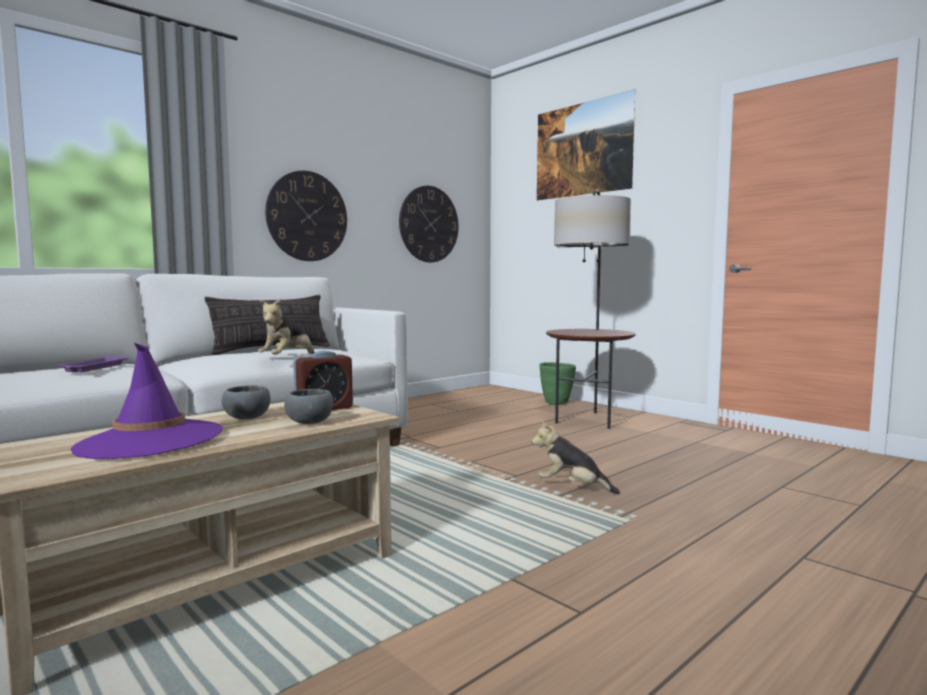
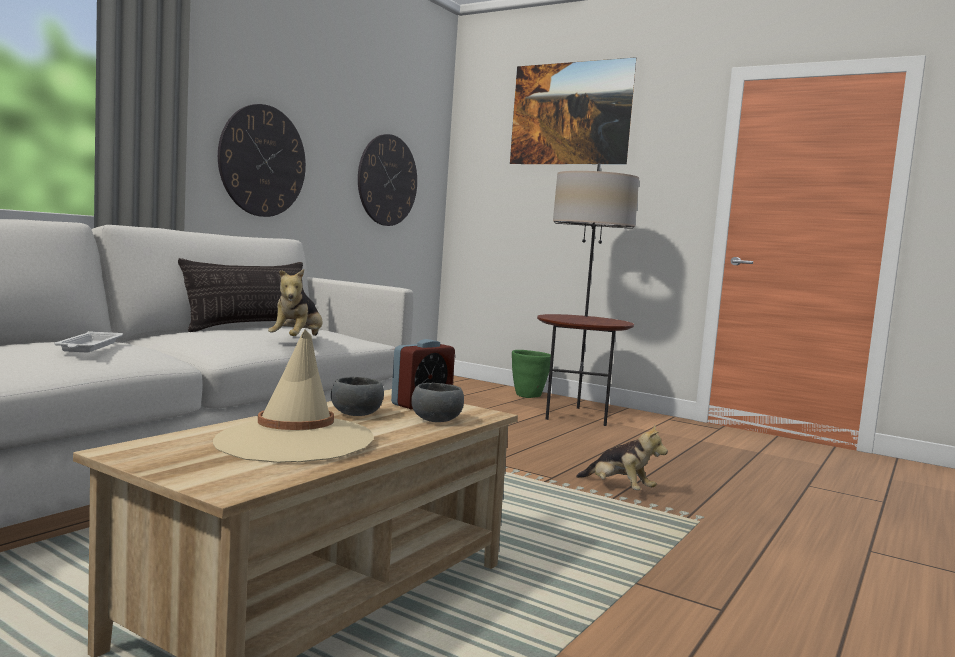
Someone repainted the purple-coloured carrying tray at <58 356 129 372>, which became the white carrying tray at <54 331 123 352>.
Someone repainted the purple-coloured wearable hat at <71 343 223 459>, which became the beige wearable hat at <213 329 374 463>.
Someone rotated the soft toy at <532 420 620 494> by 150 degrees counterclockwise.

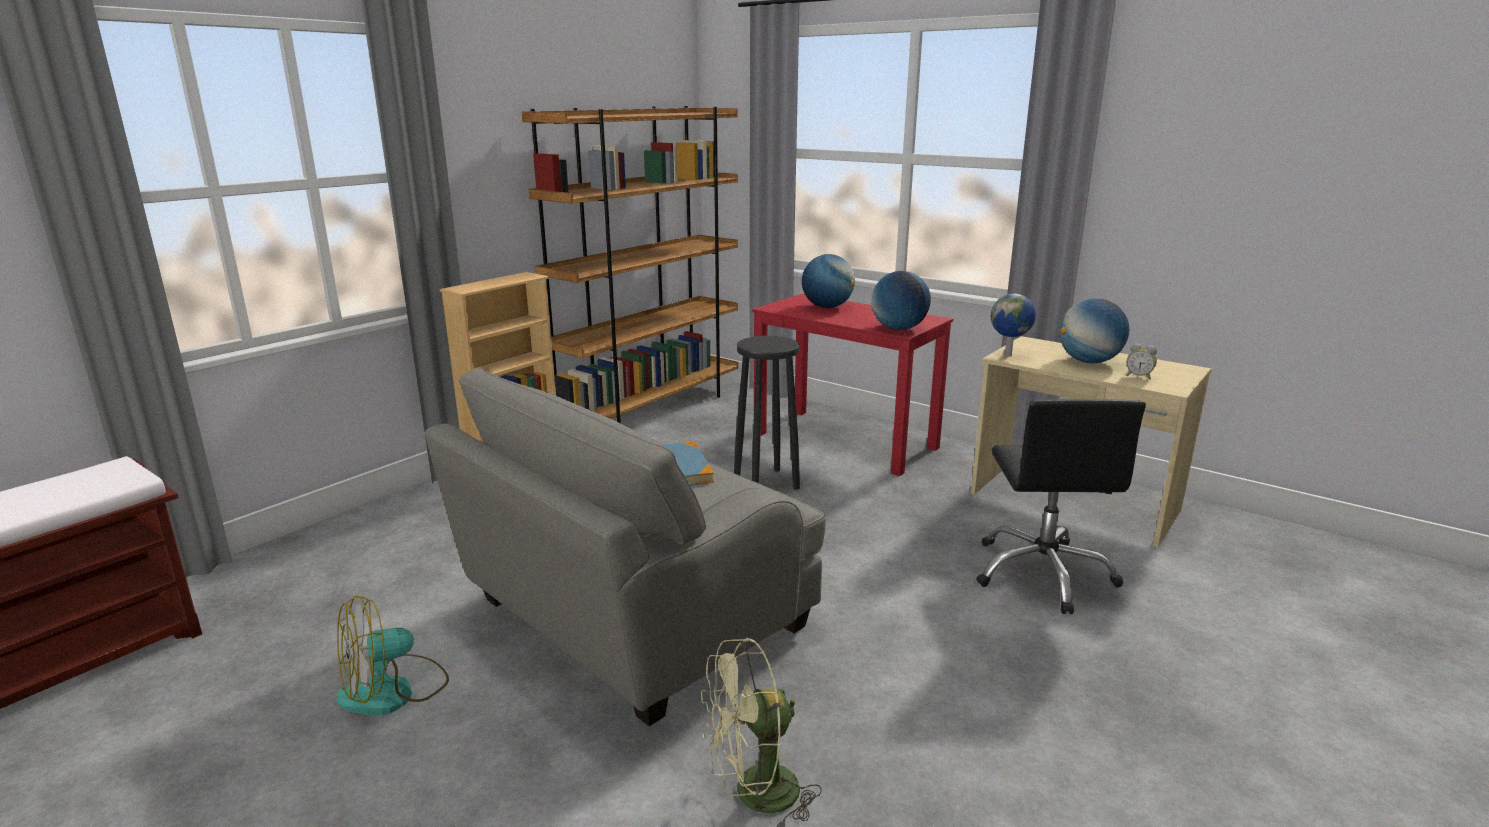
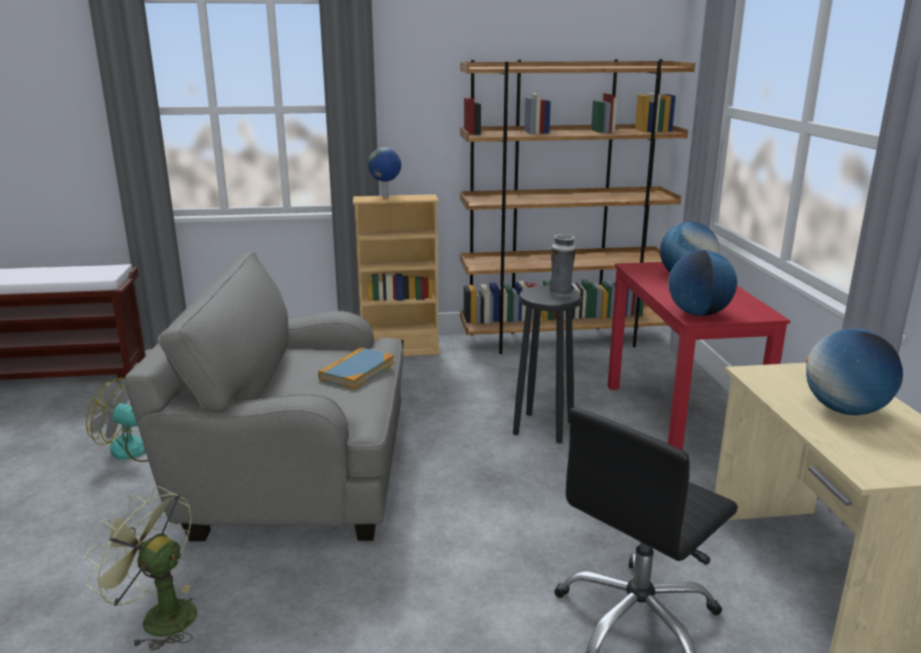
Someone carried the world globe from <991 294 1036 357> to <368 147 401 197>.
Someone put down the flower vase at <549 234 576 298>.
Someone took away the bedside clock at <1126 343 1157 380>.

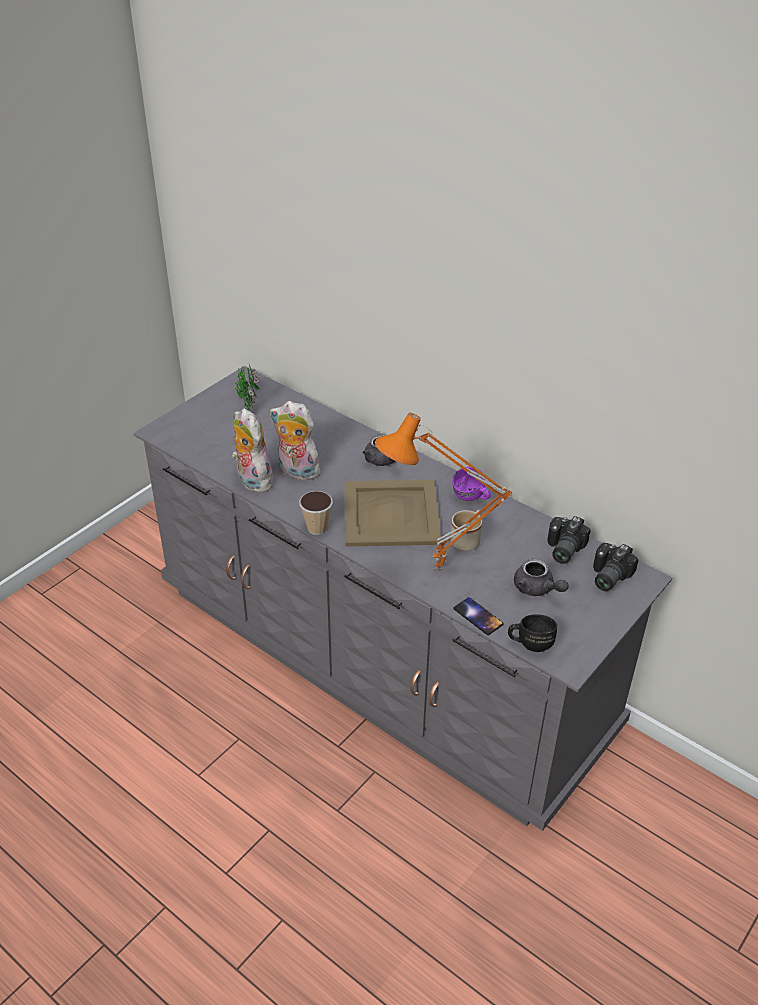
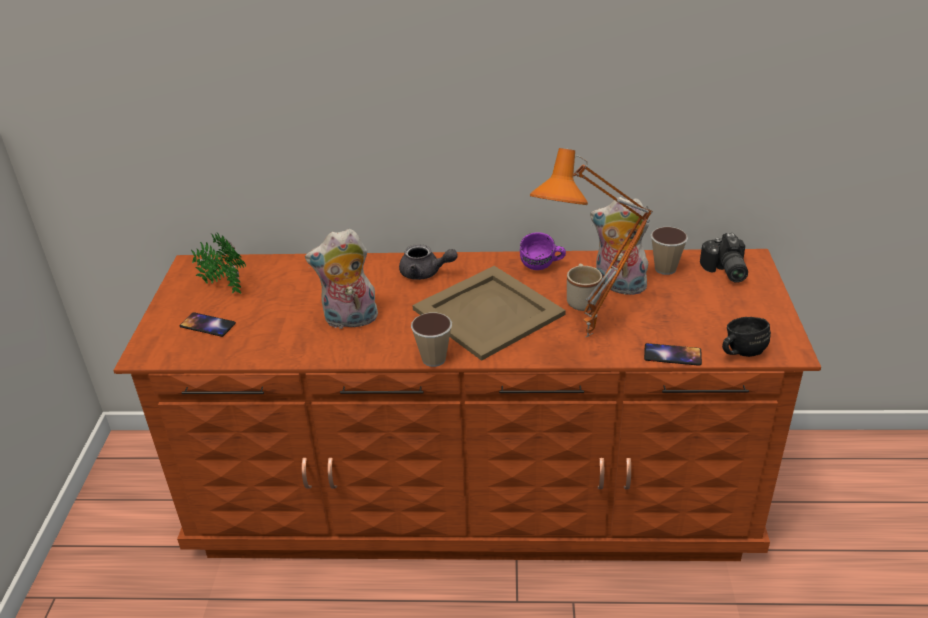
Someone repainted the grey drawer chest at <134 366 672 831>, which became the brownish drawer chest at <113 249 821 561>.
Someone put down the phone at <180 312 236 337>.
Someone carried the soft toy from <231 408 275 493> to <590 197 652 295>.
Someone swapped the photo camera at <547 516 591 564> for the cup at <651 227 688 275>.
Someone took away the grey pot for tea at <514 559 569 596>.

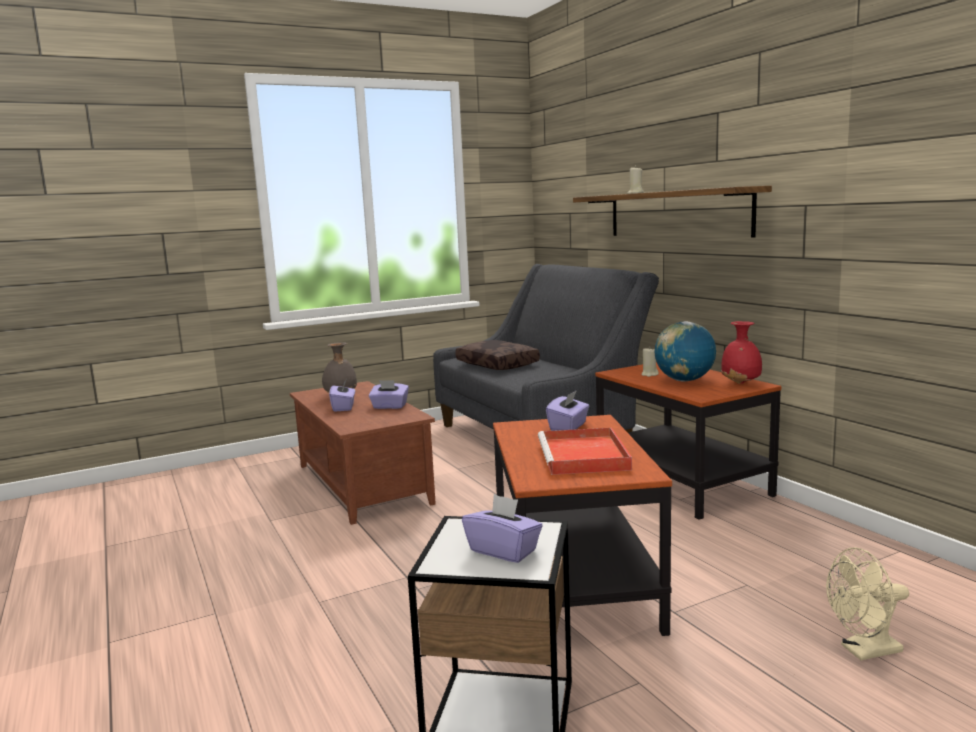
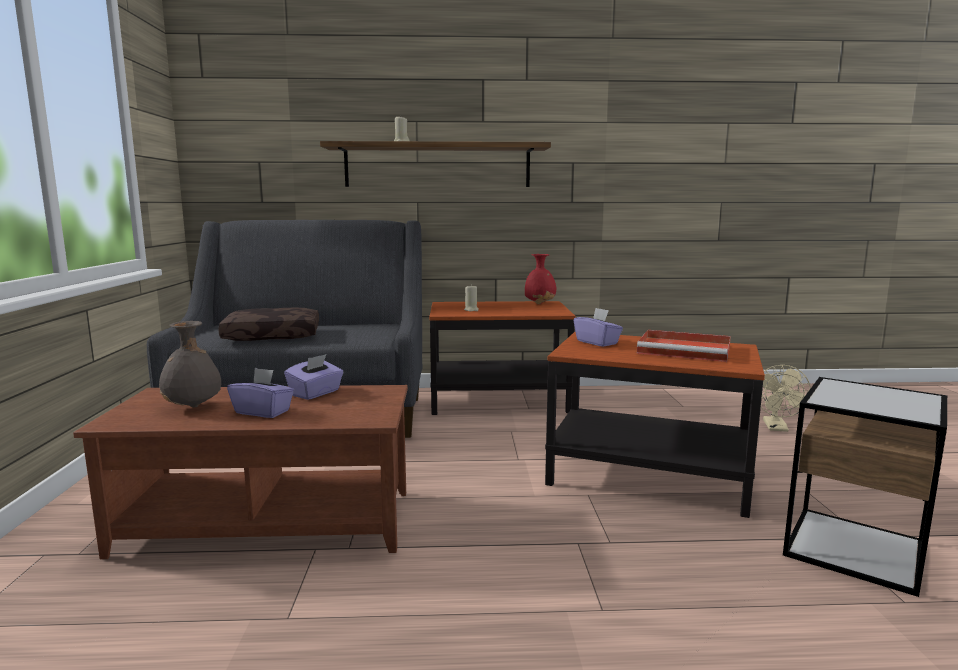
Someone took away the purple-coloured tissue holder at <462 494 543 563>.
Someone took away the world globe at <654 321 716 382>.

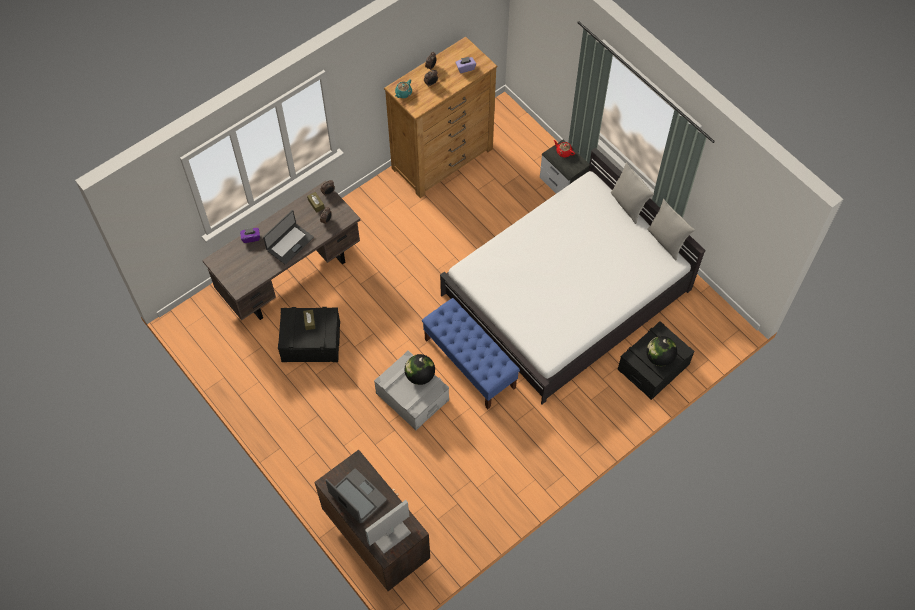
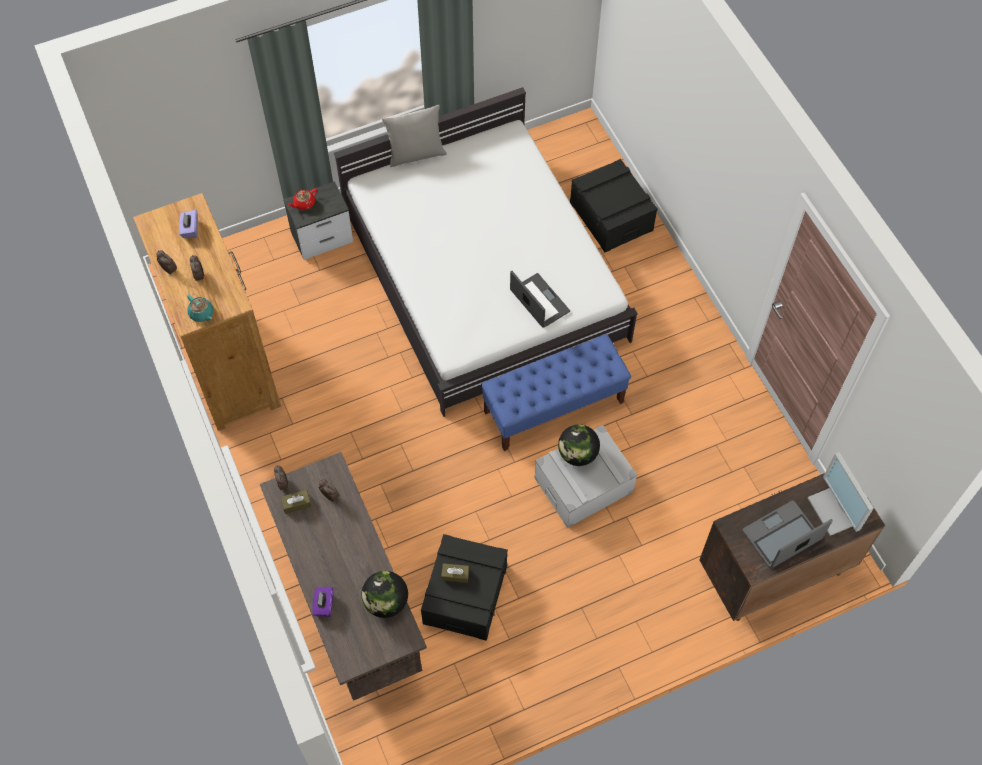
Someone carried the world globe from <646 336 677 366> to <362 571 408 618>.
Someone carried the notebook computer from <263 210 314 265> to <510 271 570 328>.
Someone took away the grey throw pillow at <647 199 695 260>.

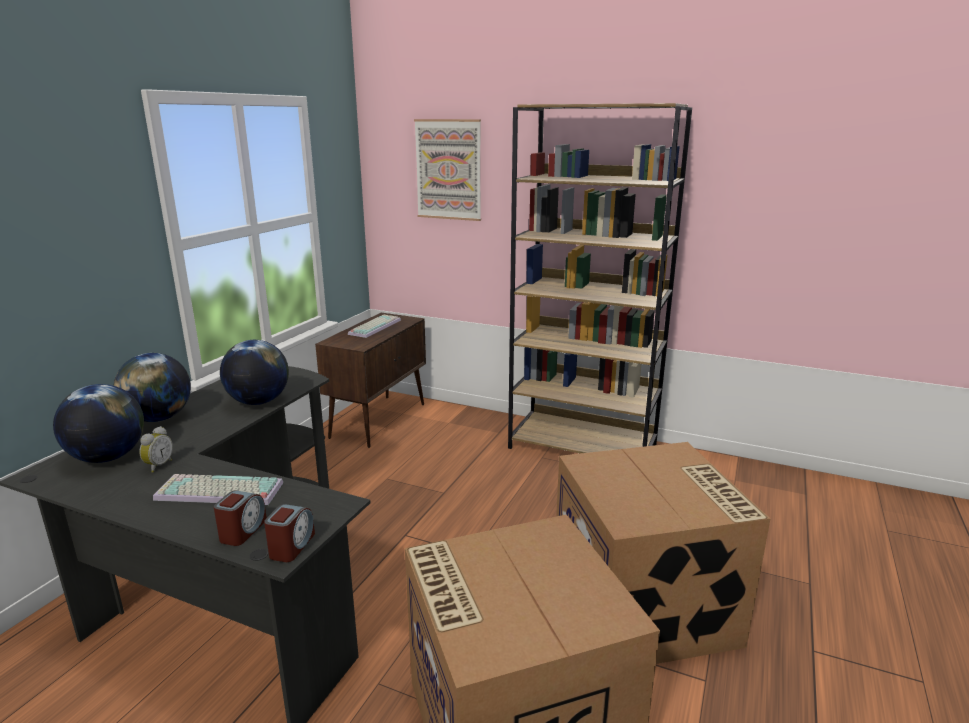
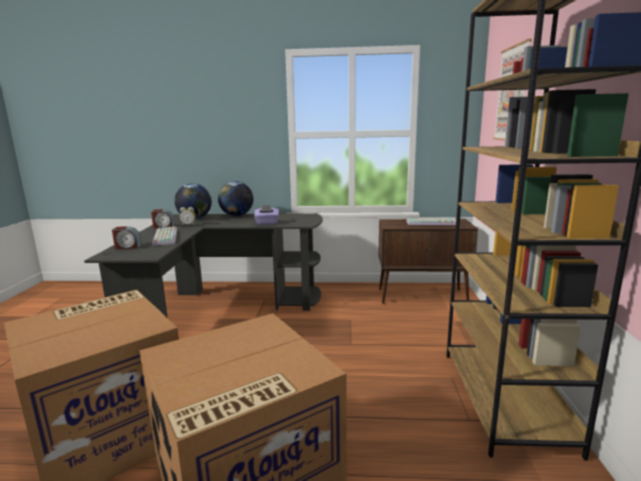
Someone carried the bedside clock from <264 504 315 562> to <151 209 175 228>.
Someone swapped the world globe at <220 340 289 405> for the purple-coloured tissue holder at <254 205 279 225>.

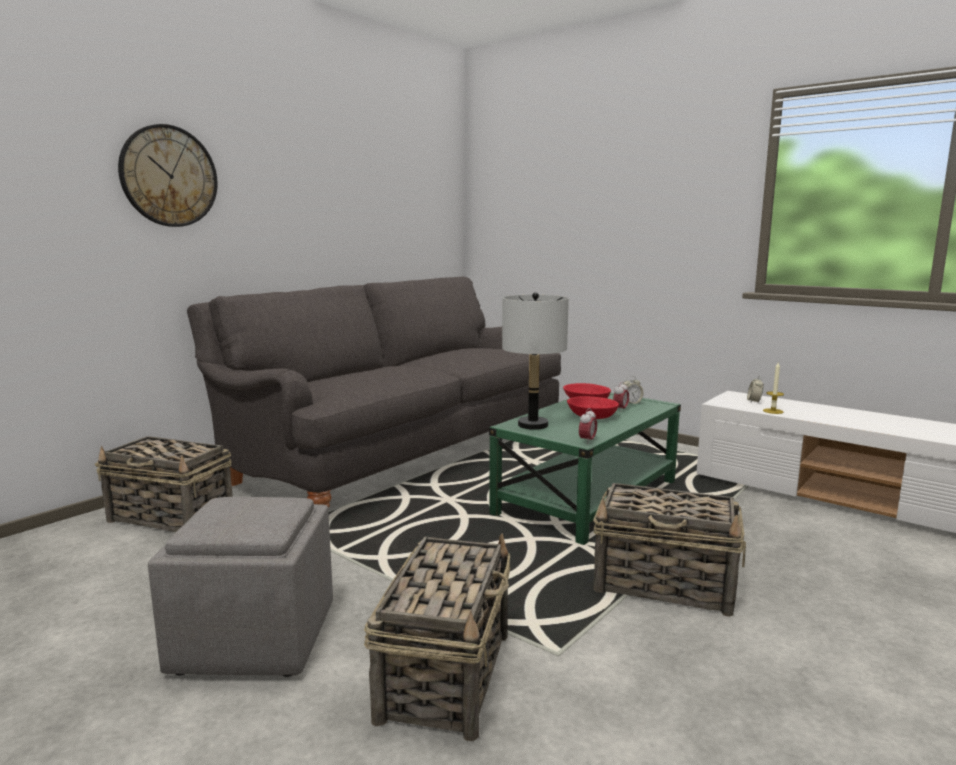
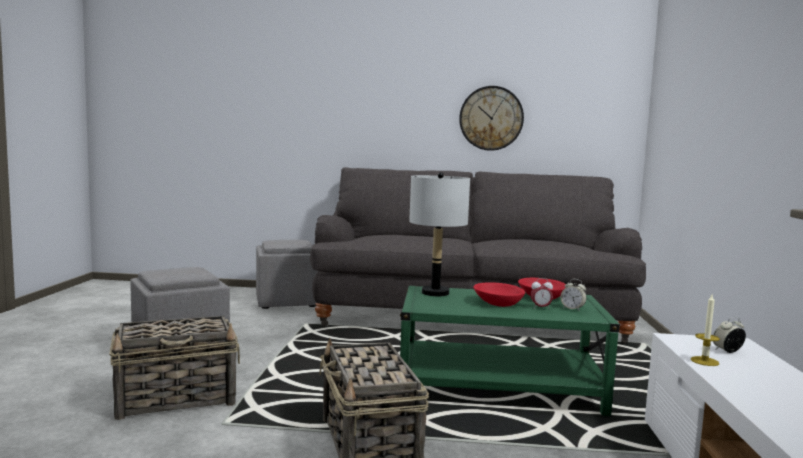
Someone swapped the storage basket at <95 436 233 532> for the grey ottoman at <256 240 319 309>.
Someone carried the hanging clock from <118 124 218 227> to <459 86 524 151>.
Someone took away the bedside clock at <579 408 597 441>.

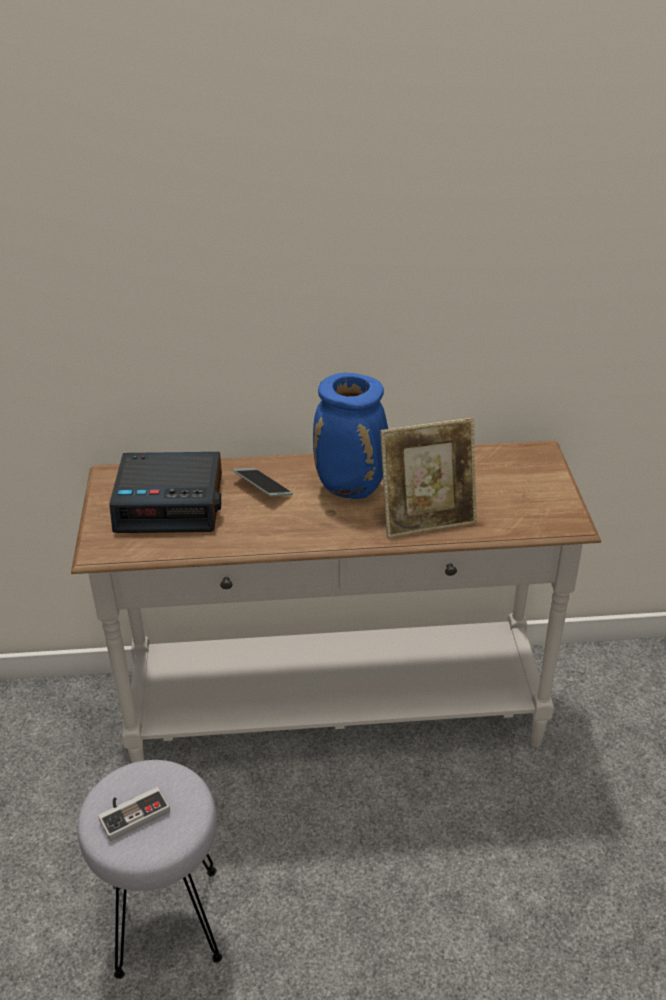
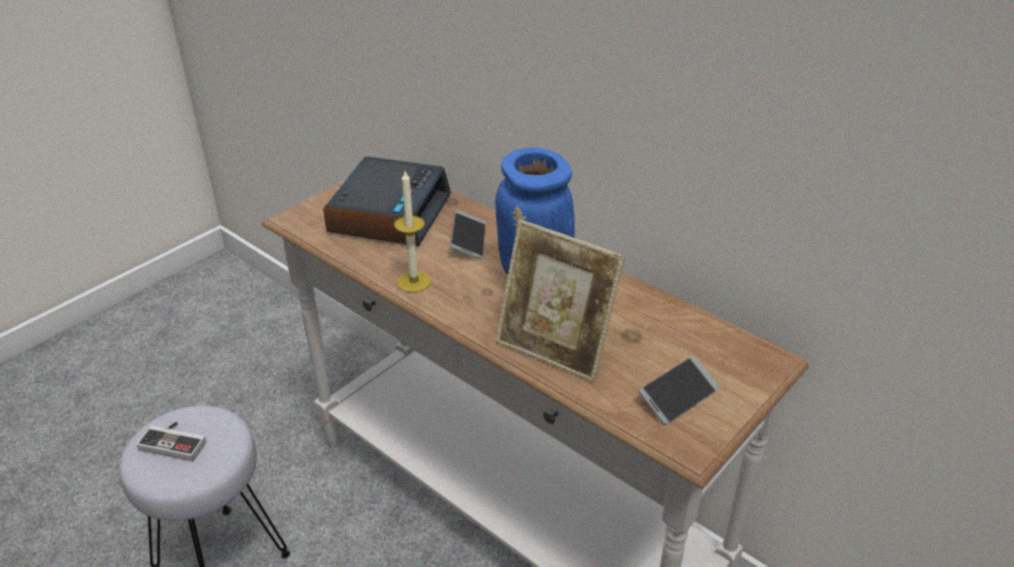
Someone rotated the bedside clock at <109 452 222 533> by 120 degrees counterclockwise.
Someone put down the wax candle at <394 171 431 293>.
Someone put down the phone at <639 356 719 425>.

